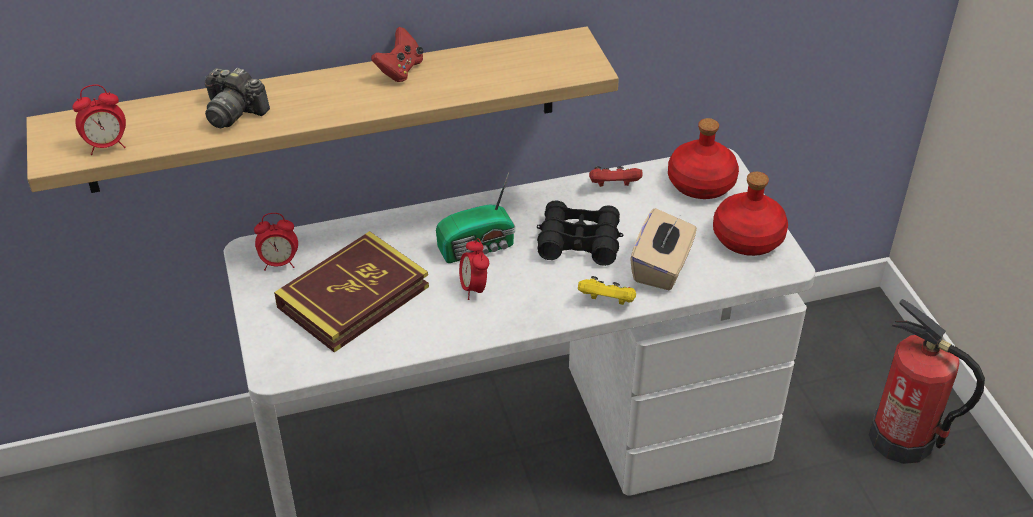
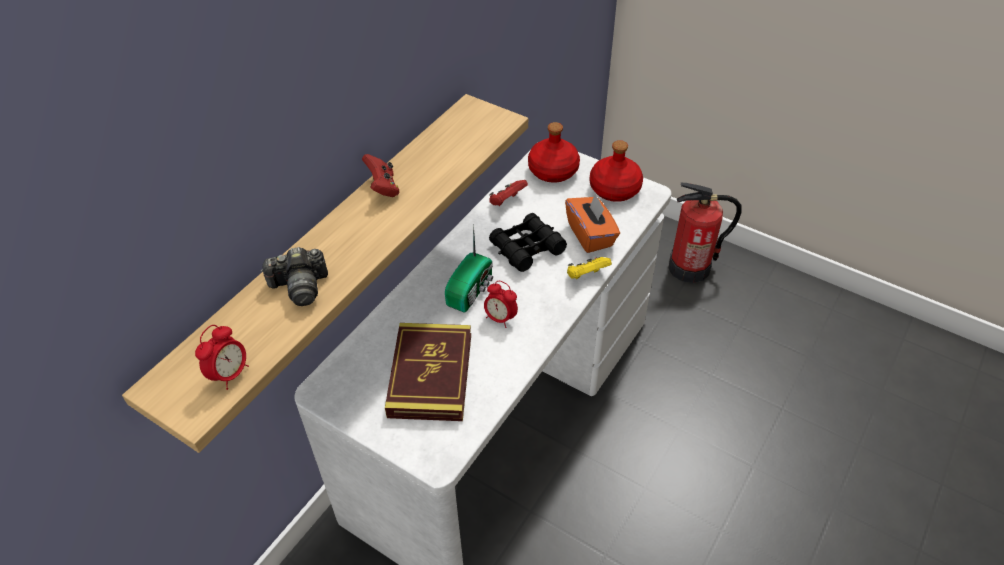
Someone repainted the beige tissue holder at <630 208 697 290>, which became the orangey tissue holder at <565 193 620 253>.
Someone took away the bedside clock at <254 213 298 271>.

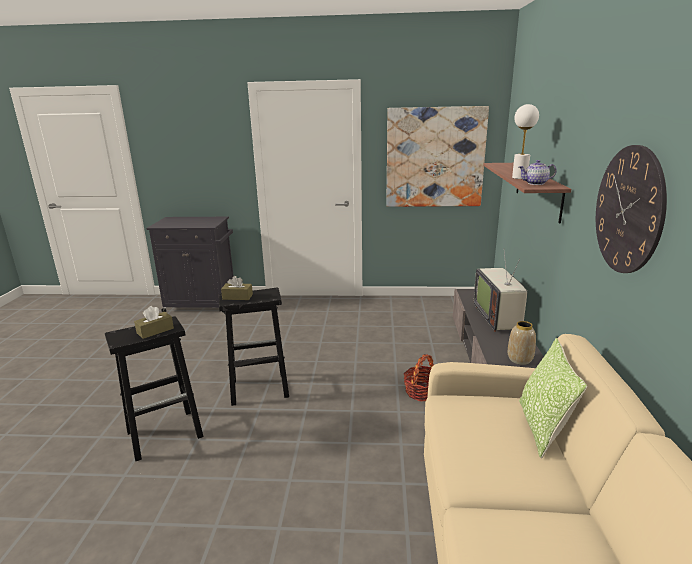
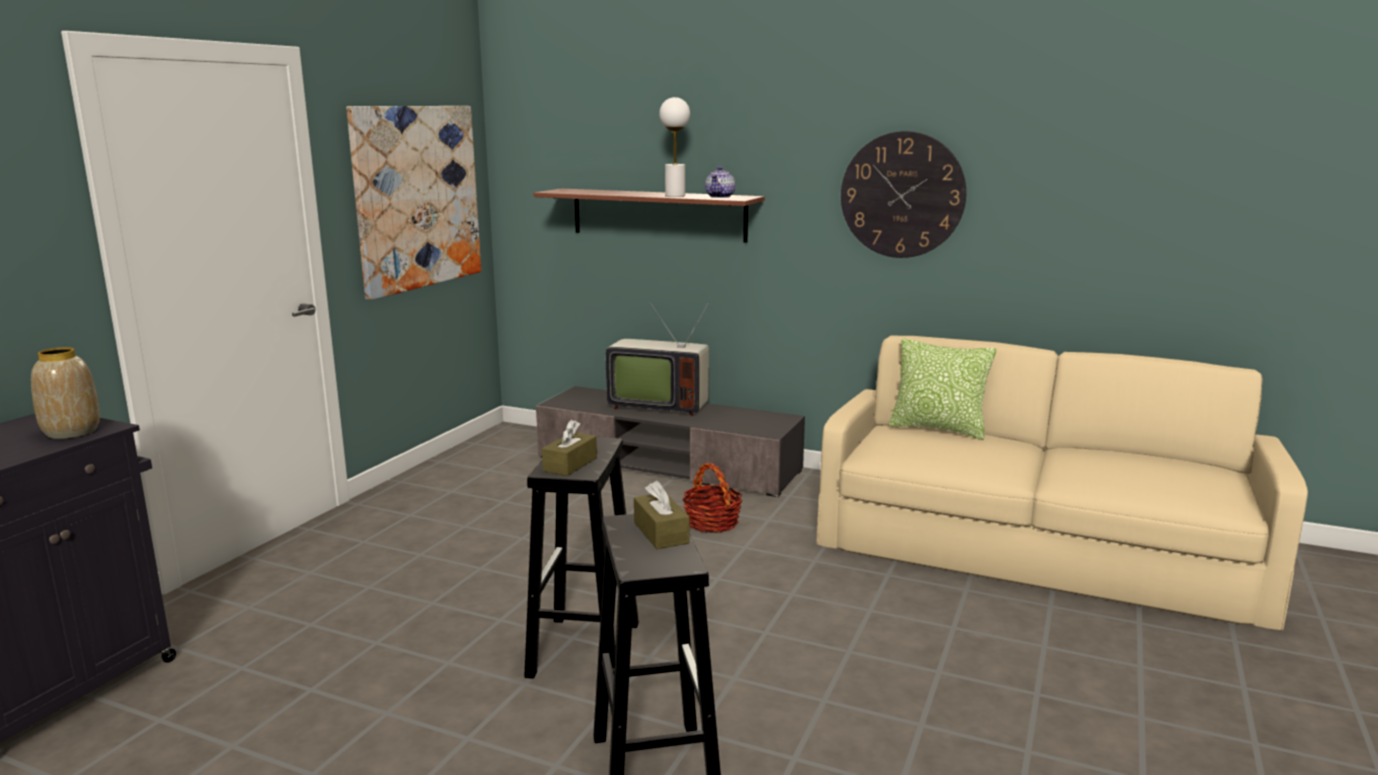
Someone carried the flower vase from <508 321 536 365> to <31 347 100 439>.

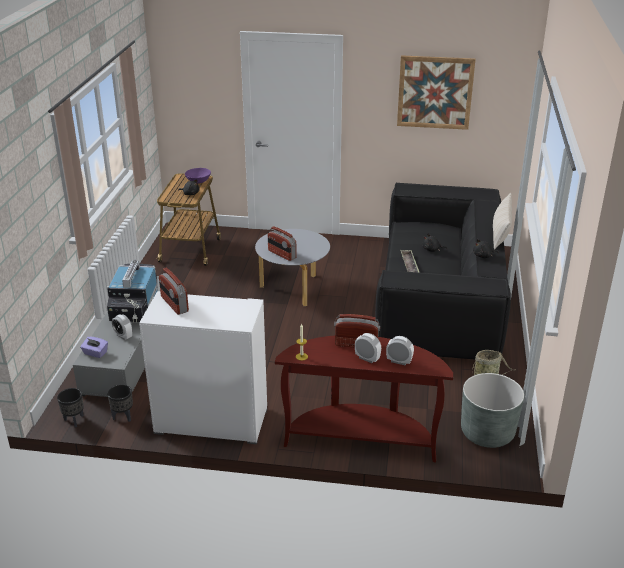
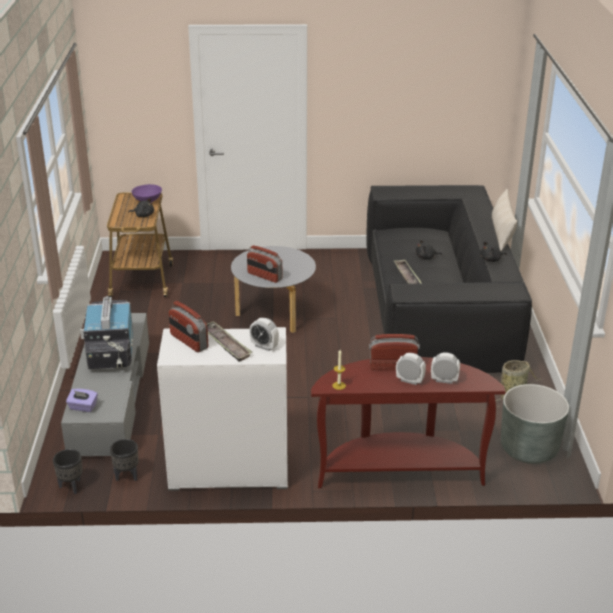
Someone put down the carrying tray at <207 321 252 362>.
Someone carried the bedside clock from <112 314 132 340> to <249 318 279 351>.
Someone took away the picture at <397 55 476 130>.

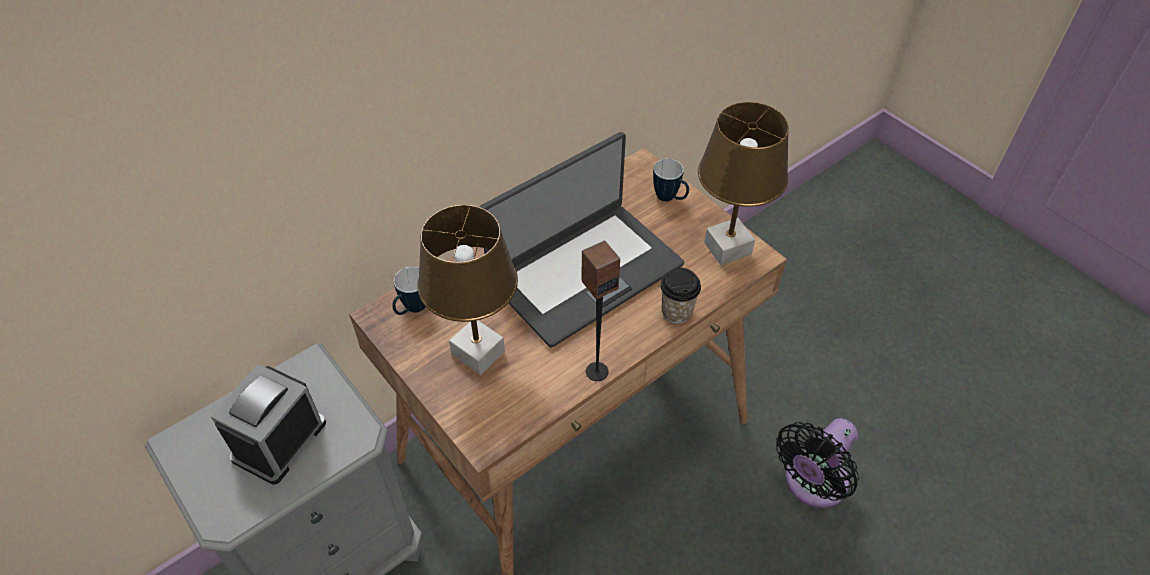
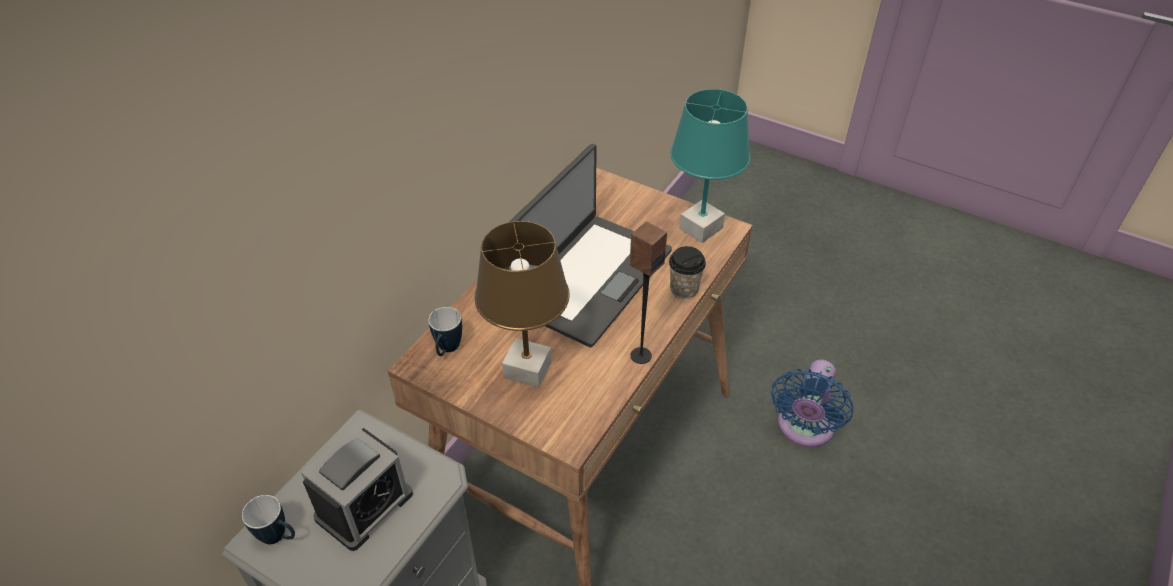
Someone carried the mug from <653 159 689 201> to <242 495 295 544>.
Someone rotated the bedside clock at <211 364 326 485> by 150 degrees counterclockwise.
Someone repainted the brownish tabletop lamp at <698 102 789 265>, which became the blue-green tabletop lamp at <670 89 750 243>.
Someone repainted the blackish cooling fan at <776 418 859 508>, which became the blue-coloured cooling fan at <771 359 853 447>.

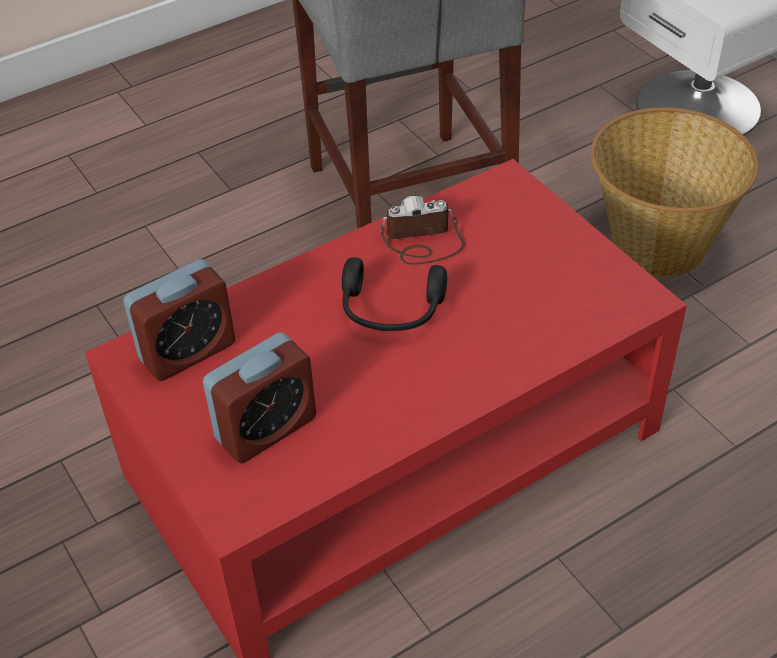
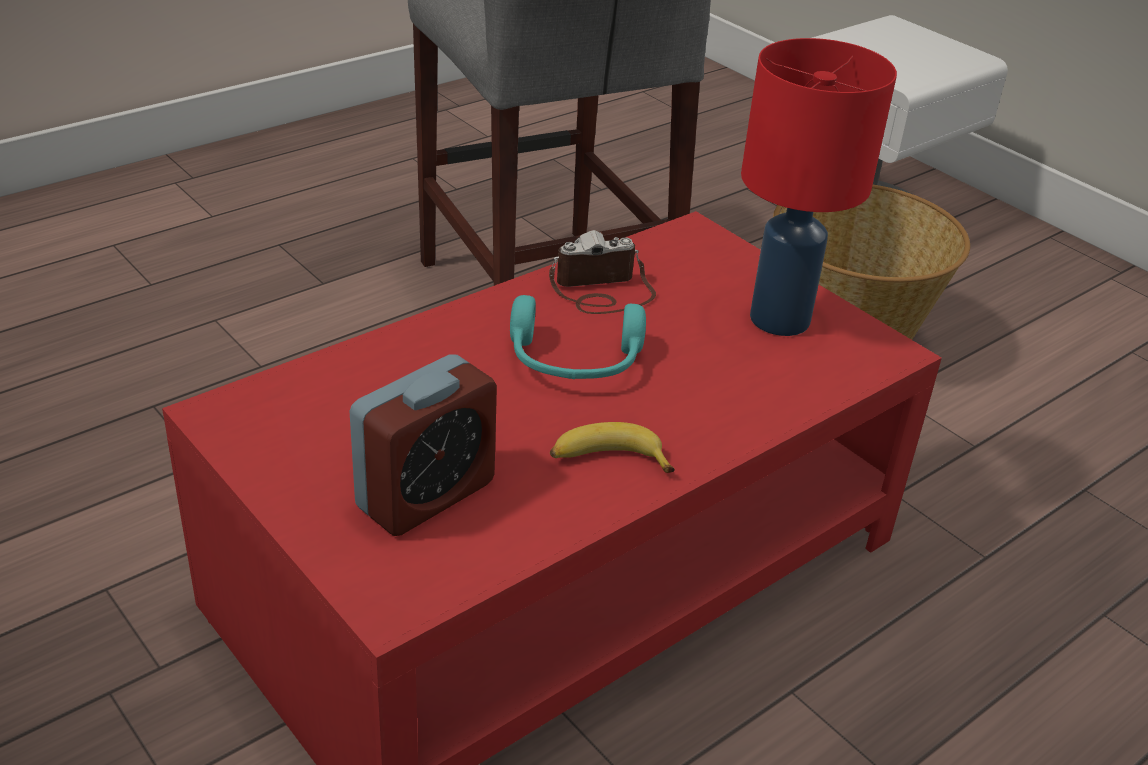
Someone repainted the blackish pair of headphones at <342 257 447 331>, which became the blue-green pair of headphones at <510 295 646 379>.
Someone put down the banana at <550 422 675 473>.
Someone put down the red-coloured tabletop lamp at <741 38 897 336>.
Someone took away the bedside clock at <123 259 235 381>.

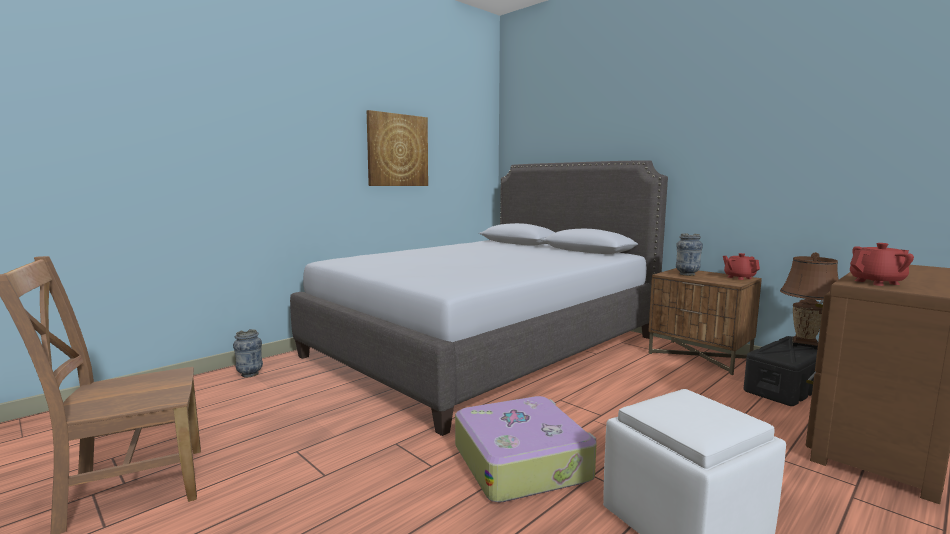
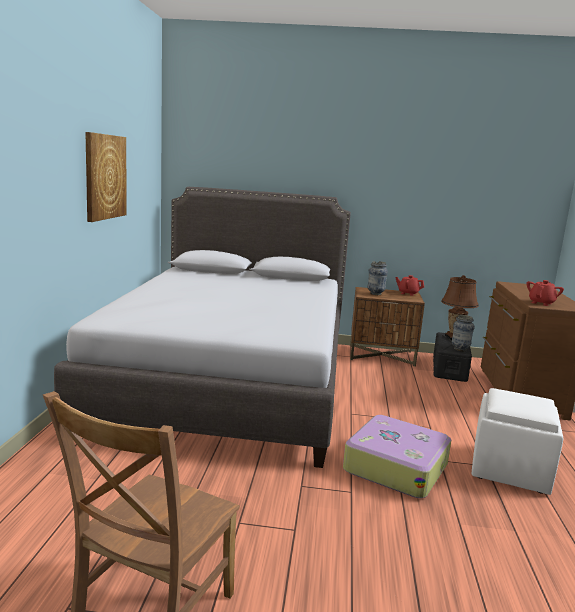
Someone carried the flower vase from <233 329 263 378> to <452 315 475 351>.

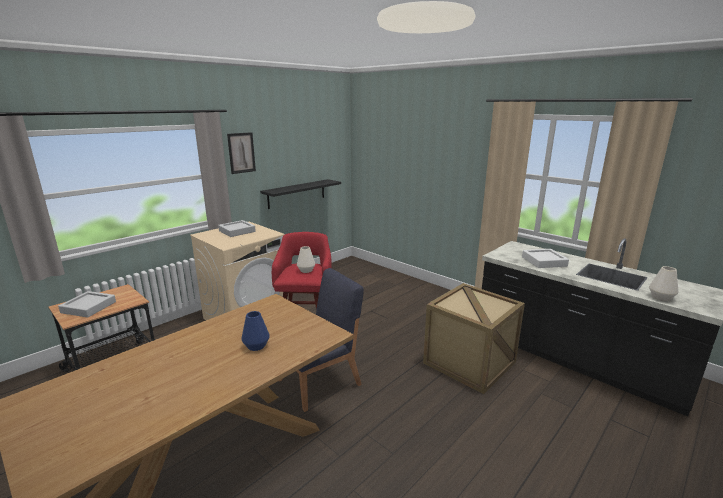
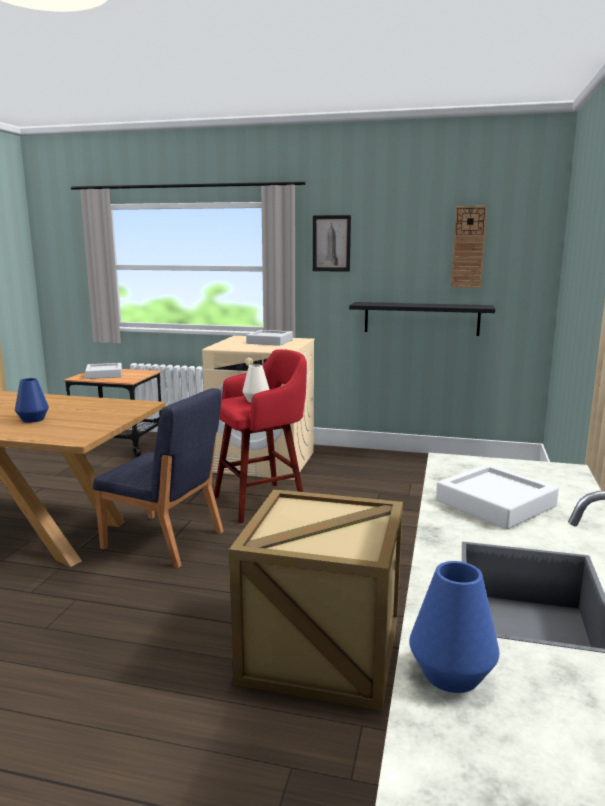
Someone repainted the white flower vase at <649 266 678 301>, which became the blue-coloured flower vase at <409 561 500 693>.
Someone put up the hanging clock at <451 206 487 288>.

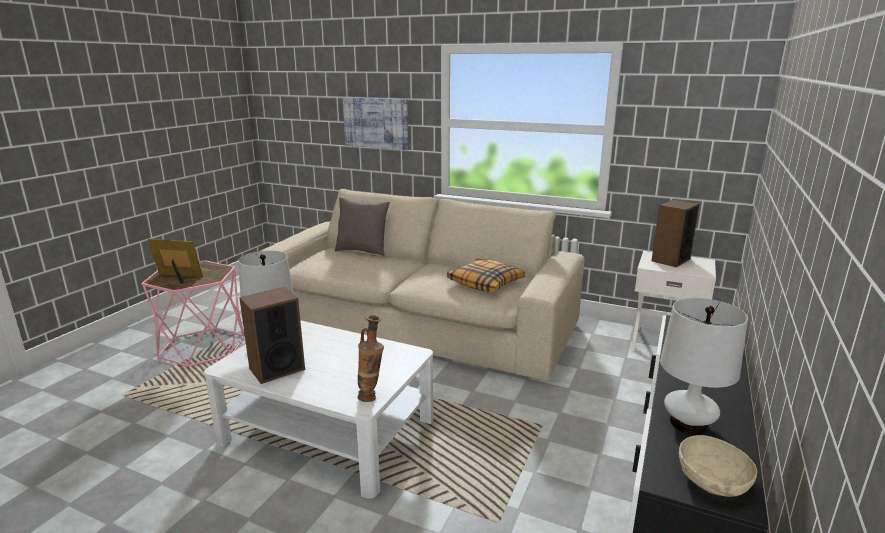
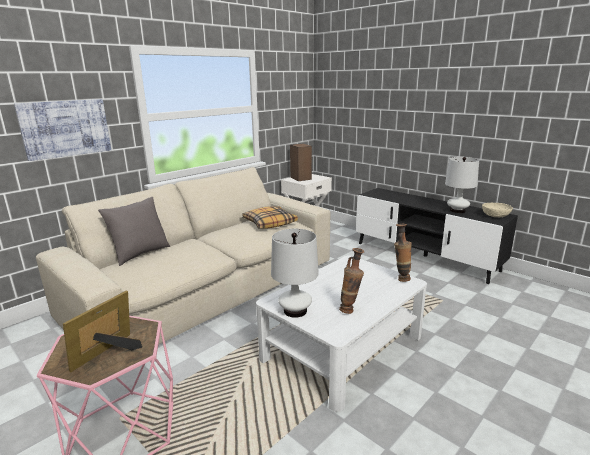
Someone swapped the speaker at <239 287 305 384> for the flower vase at <339 248 364 314>.

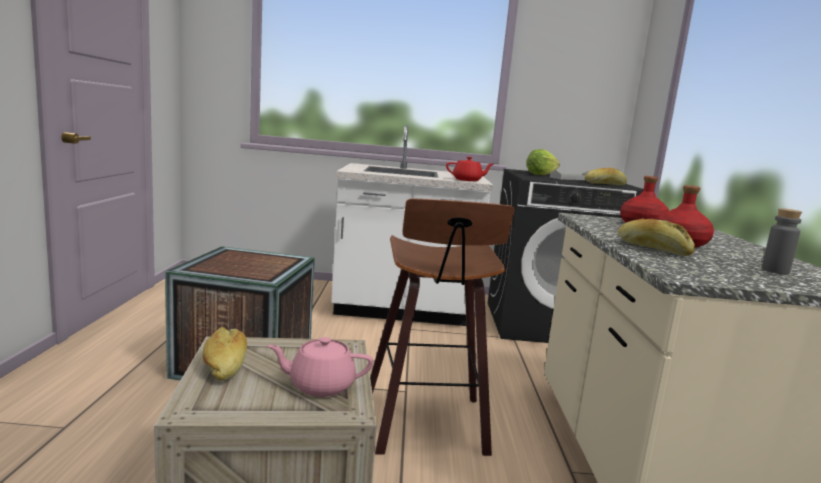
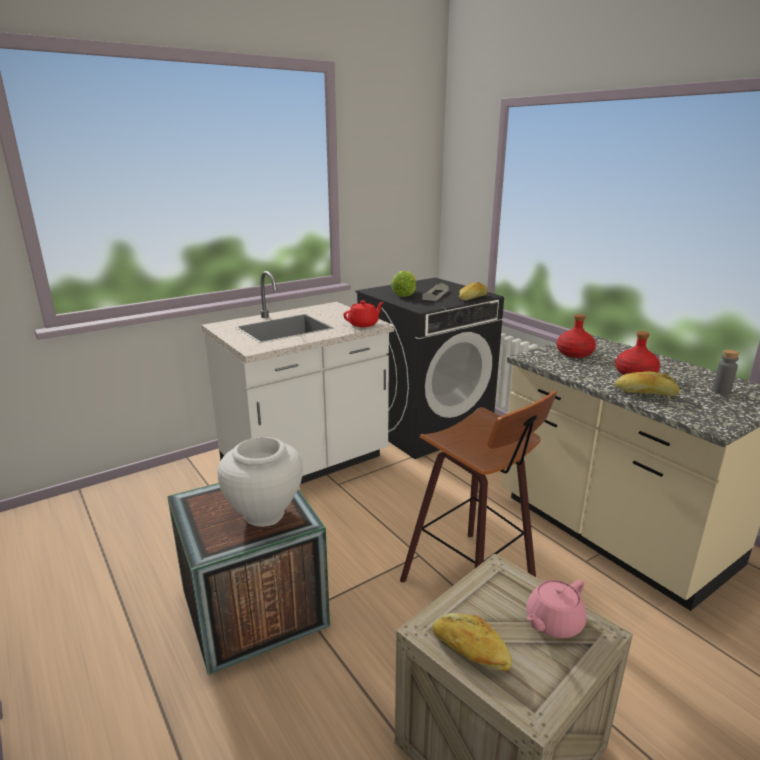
Someone put down the white flower vase at <217 437 303 527>.

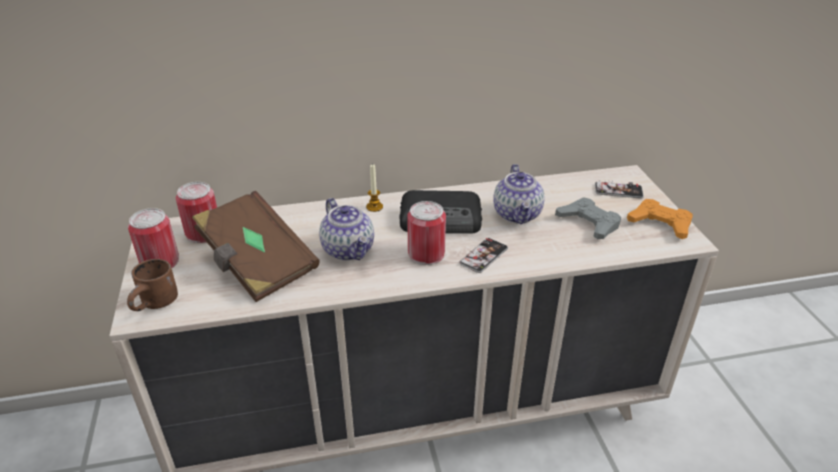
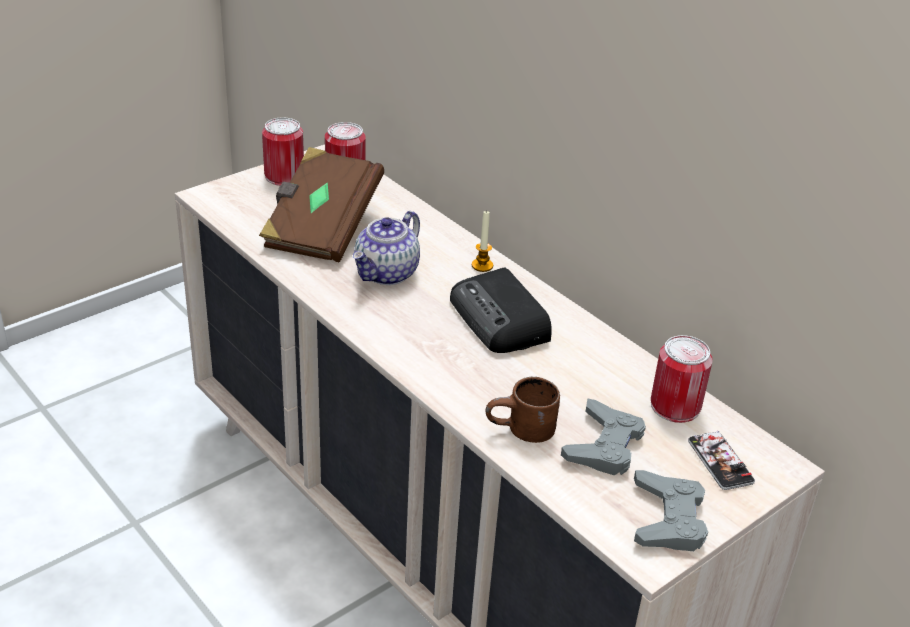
Someone carried the brownish mug from <127 259 178 311> to <485 377 560 443>.
Someone repainted the orangey gamepad at <627 199 693 239>, which became the grey gamepad at <634 470 708 551>.
Someone carried the can from <407 201 446 265> to <651 335 713 423>.
Someone took away the phone at <459 238 508 273>.
Someone took away the pot for tea at <494 164 545 224>.

